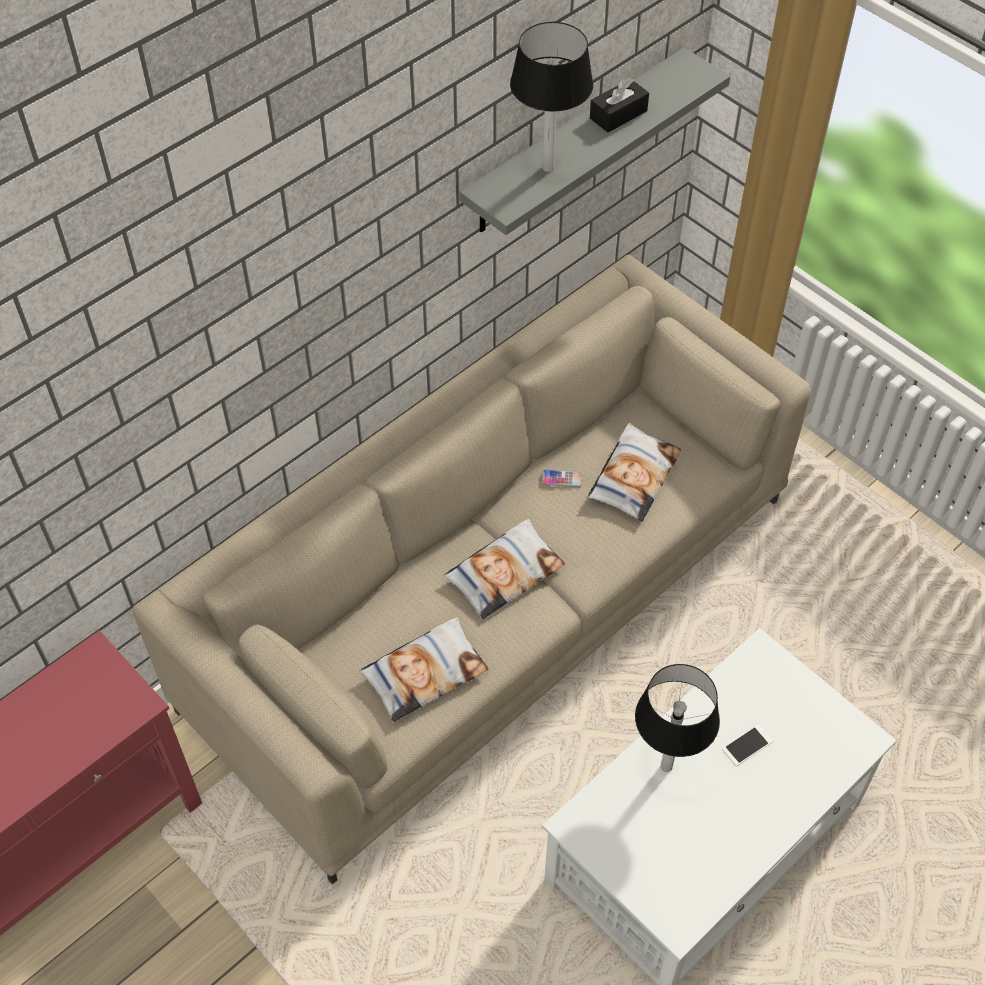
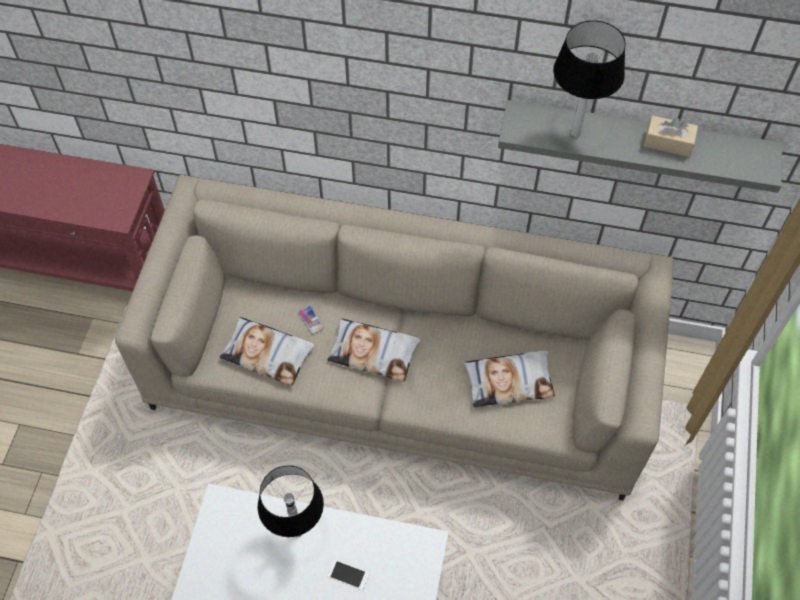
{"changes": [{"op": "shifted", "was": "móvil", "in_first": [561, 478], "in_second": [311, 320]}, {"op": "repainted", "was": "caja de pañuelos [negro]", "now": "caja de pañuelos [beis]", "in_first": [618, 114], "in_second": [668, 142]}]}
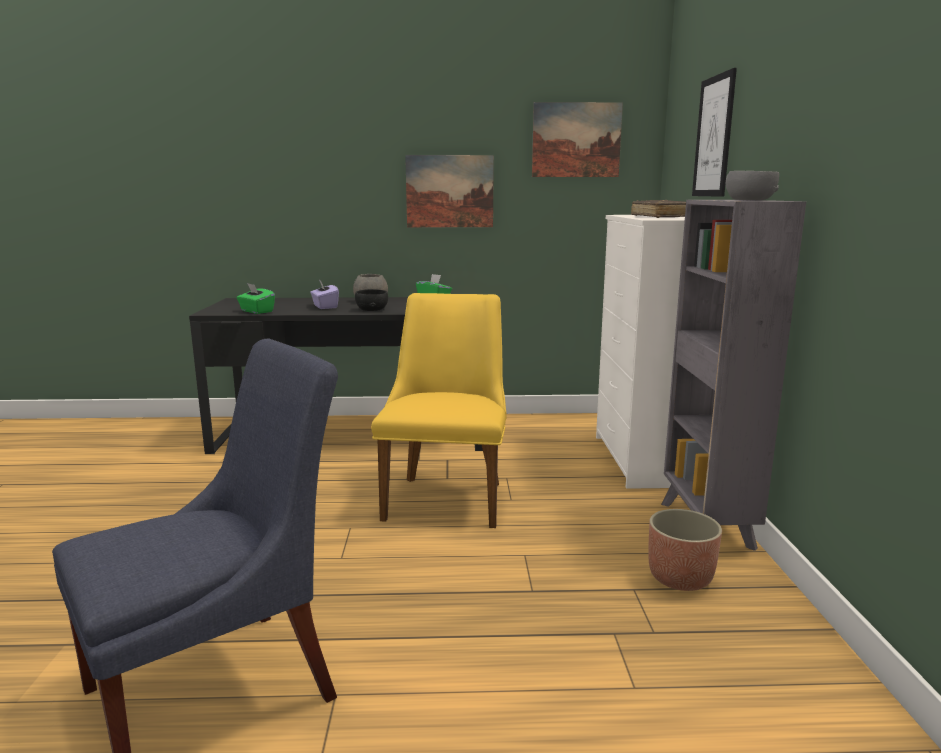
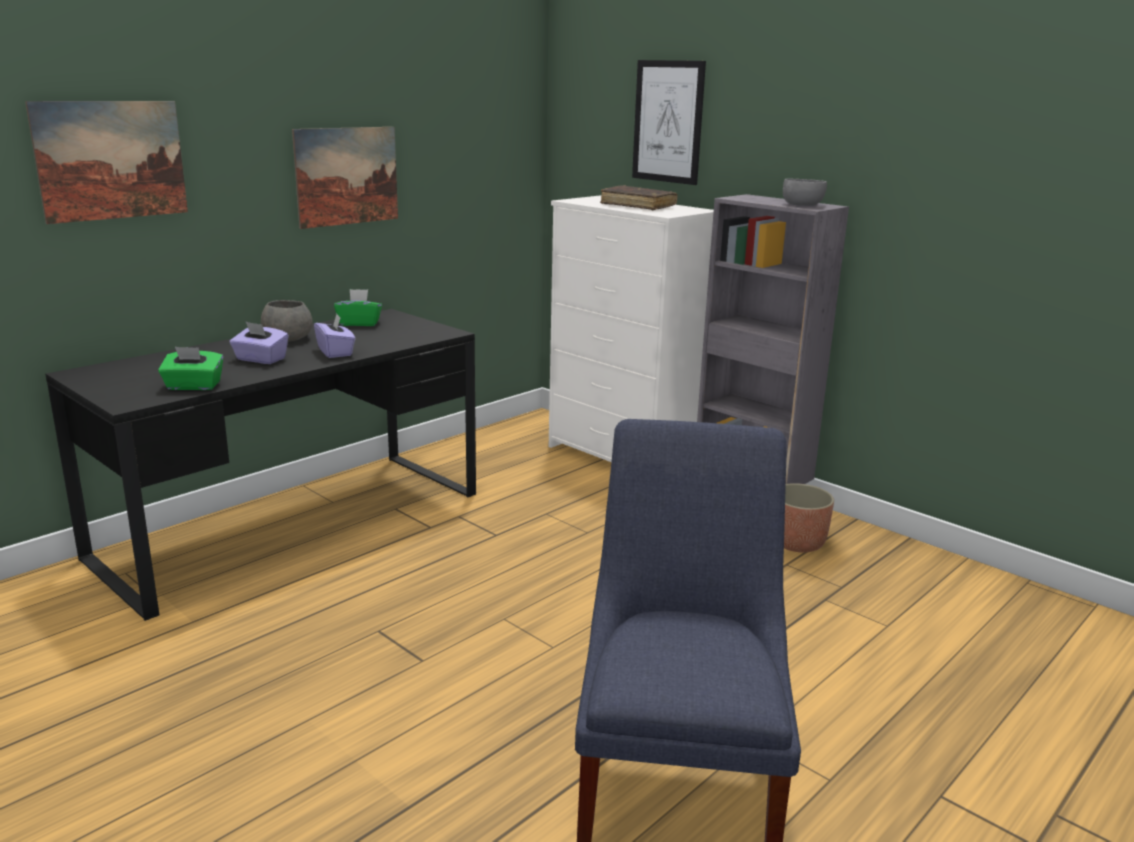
{"changes": [{"op": "swapped", "was": "cuenco [negro]", "now": "caja de pañuelos [morado]", "in_first": [371, 309], "in_second": [336, 352]}, {"op": "gone", "was": "silla [amarillo]", "in_first": [448, 495]}, {"op": "shifted", "was": "cuadro", "in_first": [576, 140], "in_second": [111, 160]}]}
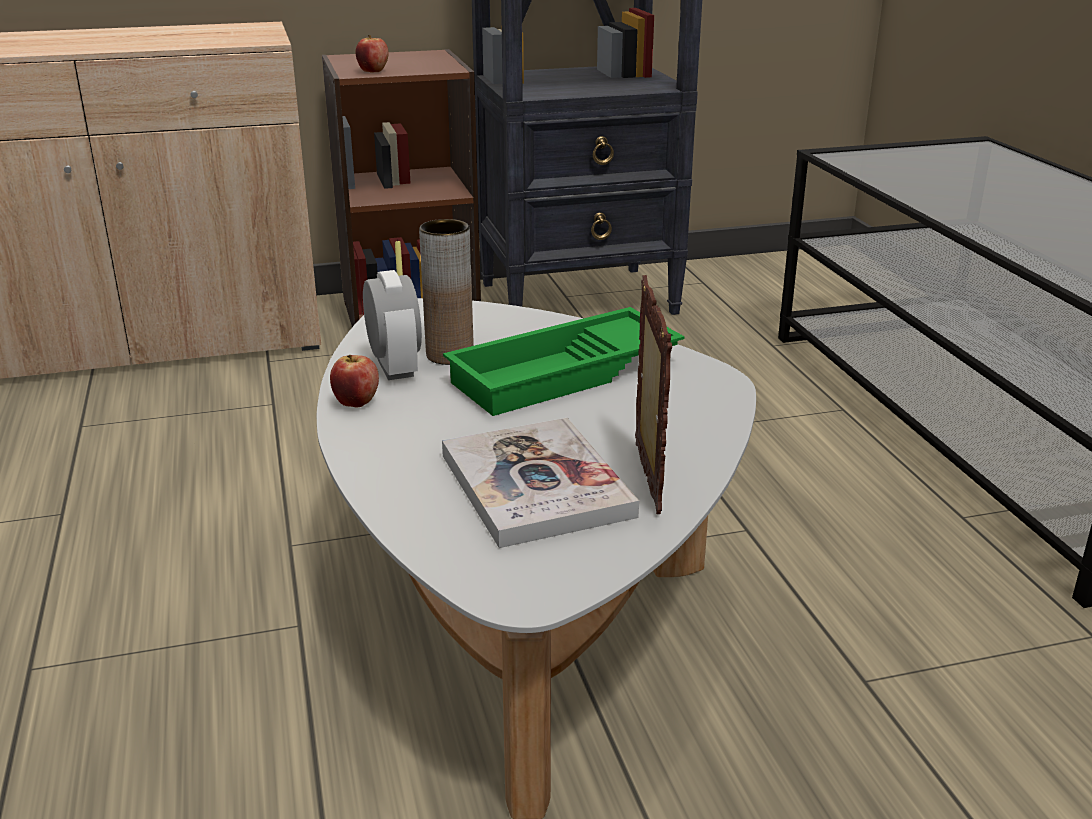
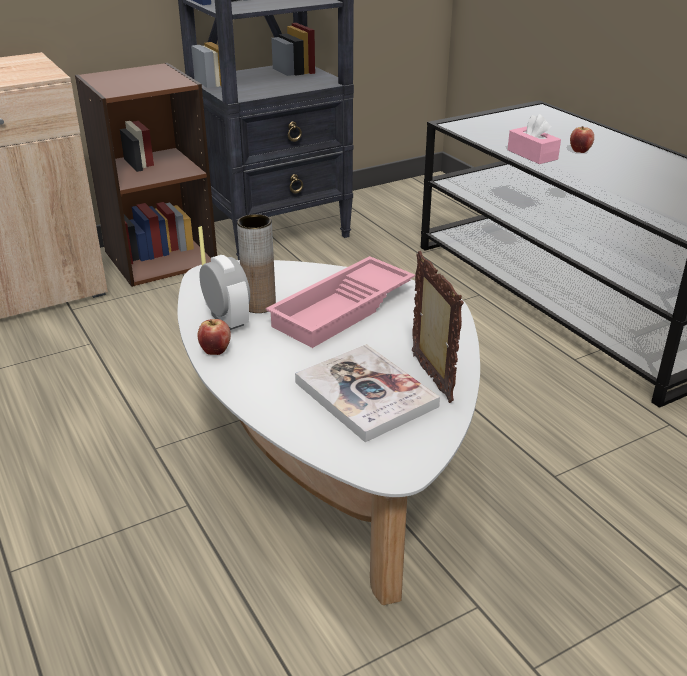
{"changes": [{"op": "shifted", "was": "manzana", "in_first": [373, 71], "in_second": [580, 151]}, {"op": "repainted", "was": "bandeja [verde]", "now": "bandeja [rosa]", "in_first": [565, 375], "in_second": [343, 310]}, {"op": "new", "now": "caja de pañuelos [rosa]", "in_second": [532, 154]}]}
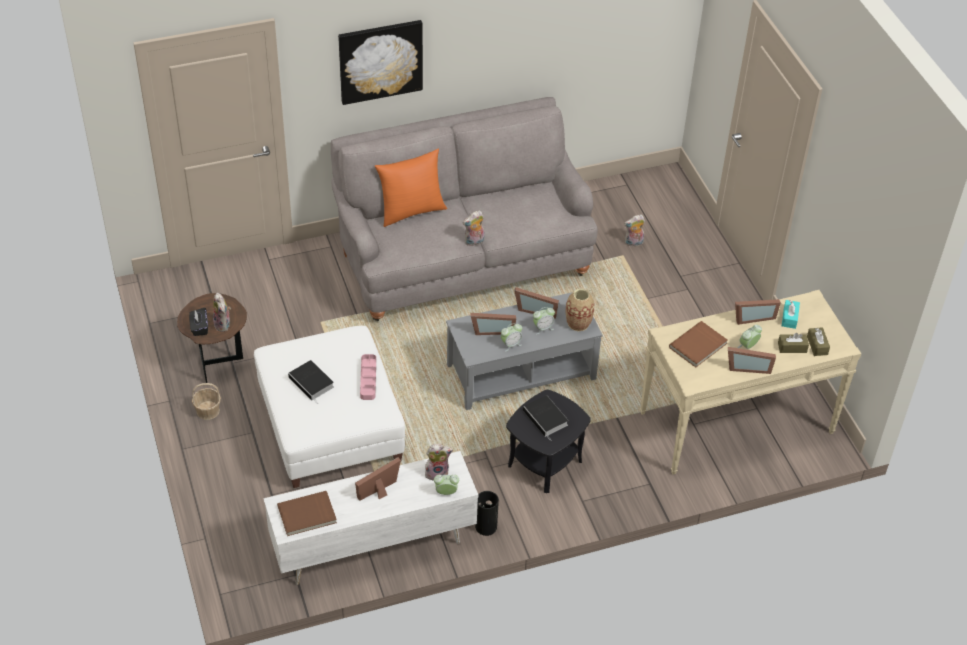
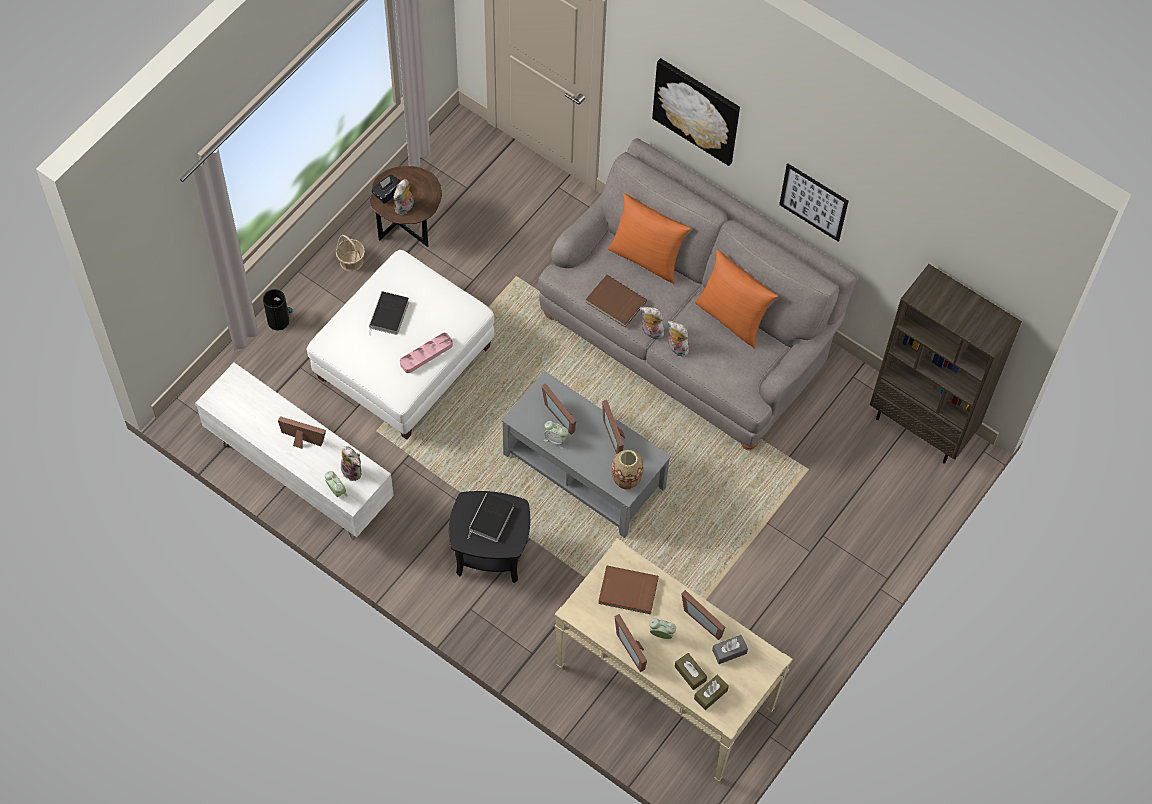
{"changes": [{"op": "shifted", "was": "libro [marrón]", "in_first": [307, 515], "in_second": [615, 302]}, {"op": "shifted", "was": "florero", "in_first": [485, 526], "in_second": [278, 320]}, {"op": "gone", "was": "despertador", "in_first": [543, 328]}, {"op": "shifted", "was": "peluche", "in_first": [633, 243], "in_second": [676, 348]}, {"op": "repainted", "was": "caja de pañuelos [turquesa]", "now": "caja de pañuelos [gris]", "in_first": [789, 318], "in_second": [729, 652]}, {"op": "new", "now": "cojín [naranja]", "in_second": [732, 317]}, {"op": "new", "now": "cuadro", "in_second": [813, 202]}, {"op": "new", "now": "estantería [marrón]", "in_second": [922, 426]}]}
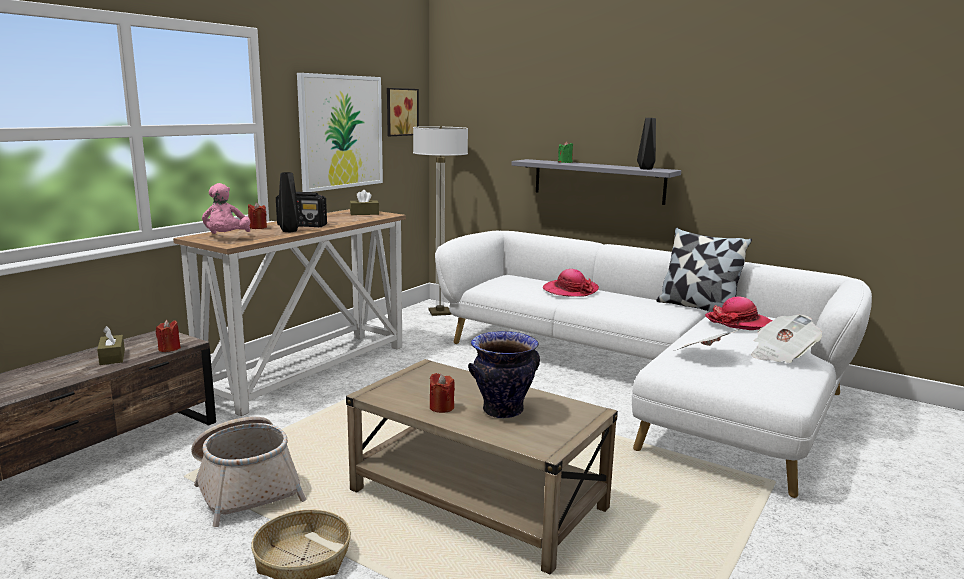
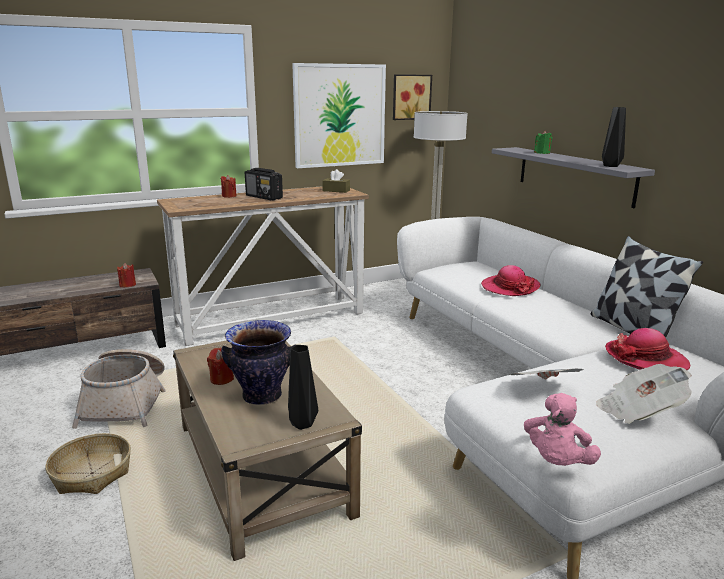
{"changes": [{"op": "gone", "was": "caja de pañuelos [marrón]", "in_first": [112, 357]}, {"op": "shifted", "was": "peluche [rosa]", "in_first": [227, 238], "in_second": [556, 462]}, {"op": "shifted", "was": "florero [negro]", "in_first": [289, 231], "in_second": [302, 423]}]}
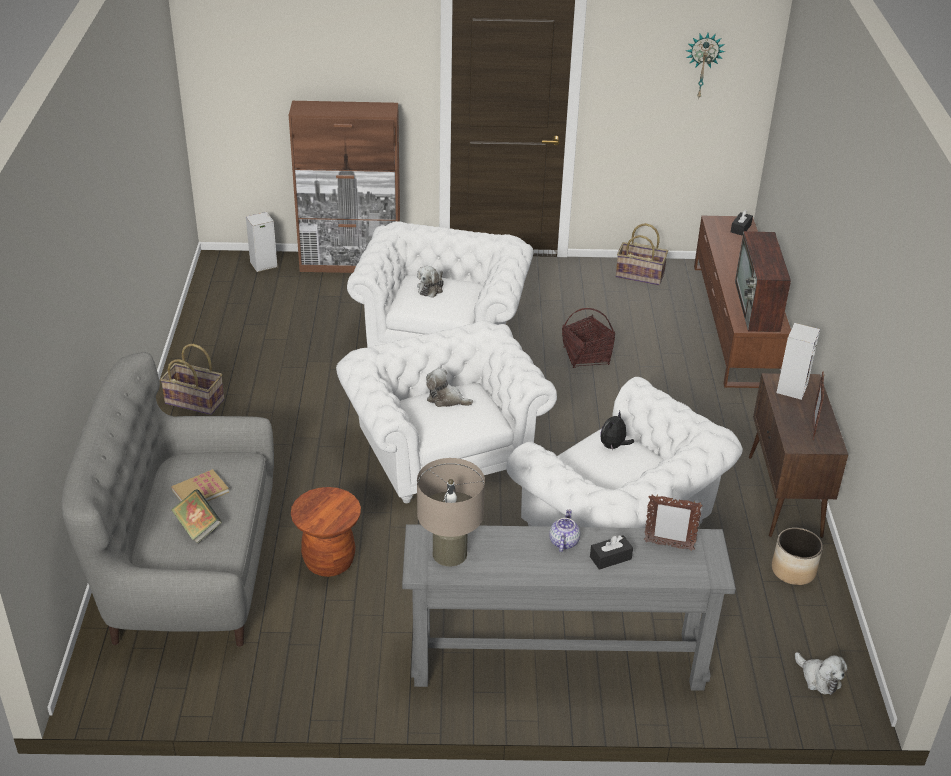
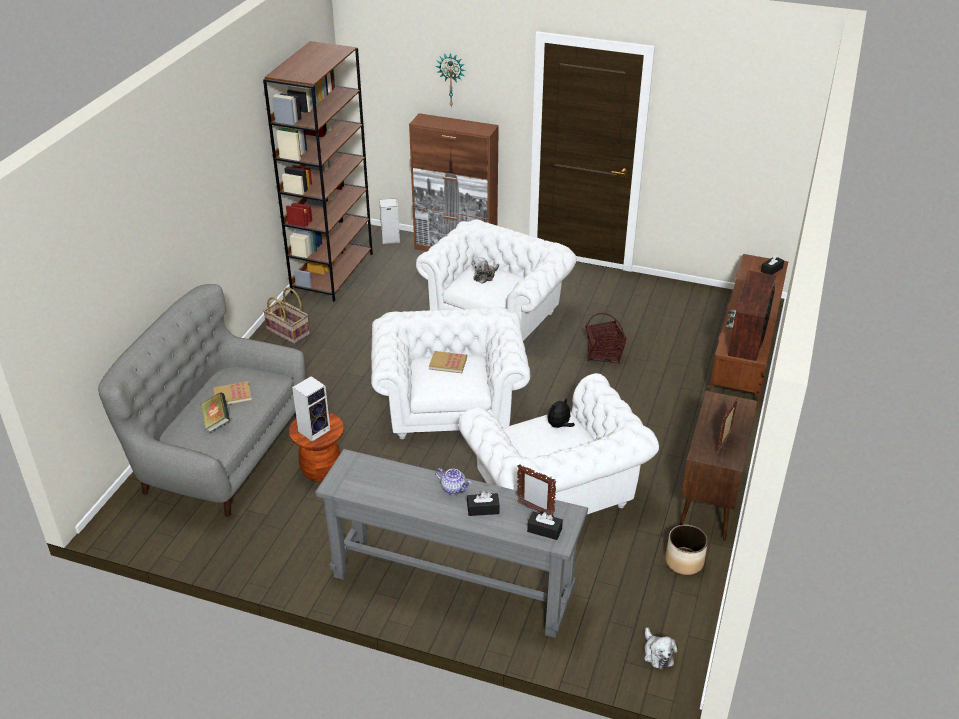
{"changes": [{"op": "gone", "was": "lámpara de mesa [beis]", "in_first": [449, 554]}, {"op": "swapped", "was": "peluche", "now": "libro", "in_first": [446, 399], "in_second": [448, 363]}, {"op": "rotated", "was": "tetera", "in_first": [563, 542], "in_second": [453, 488], "clockwise": 90}, {"op": "gone", "was": "cesta", "in_first": [640, 275]}, {"op": "shifted", "was": "reloj de pared", "in_first": [702, 64], "in_second": [451, 79]}, {"op": "shifted", "was": "altavoz", "in_first": [791, 387], "in_second": [314, 430]}, {"op": "new", "now": "estantería [marrón]", "in_second": [332, 272]}, {"op": "new", "now": "caja de pañuelos [negro]", "in_second": [544, 530]}]}
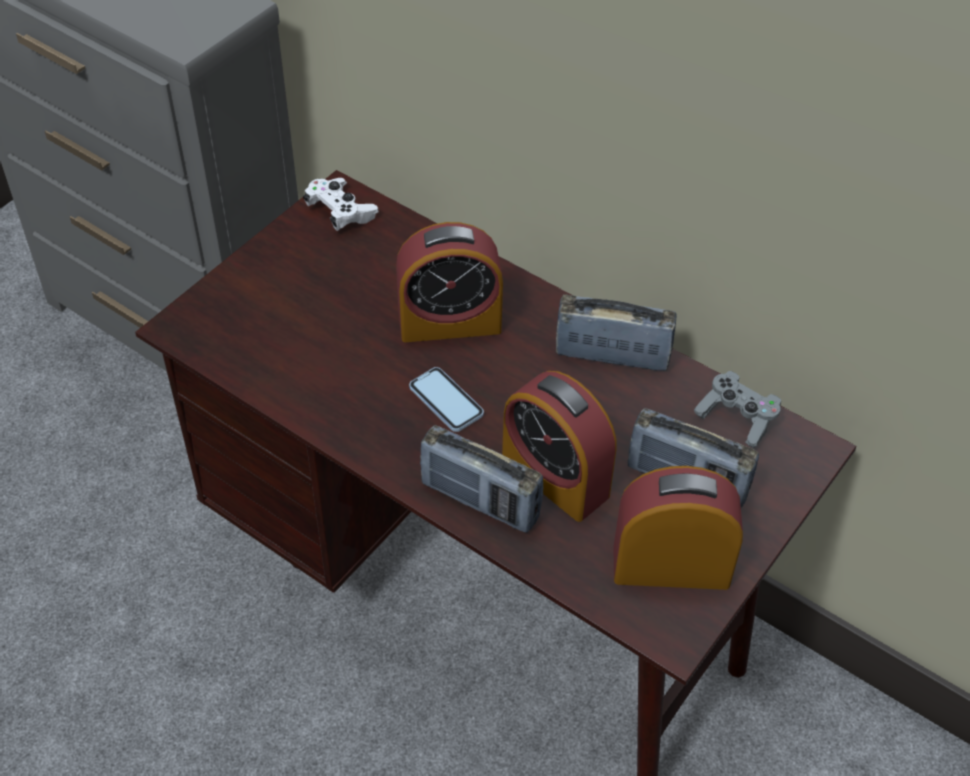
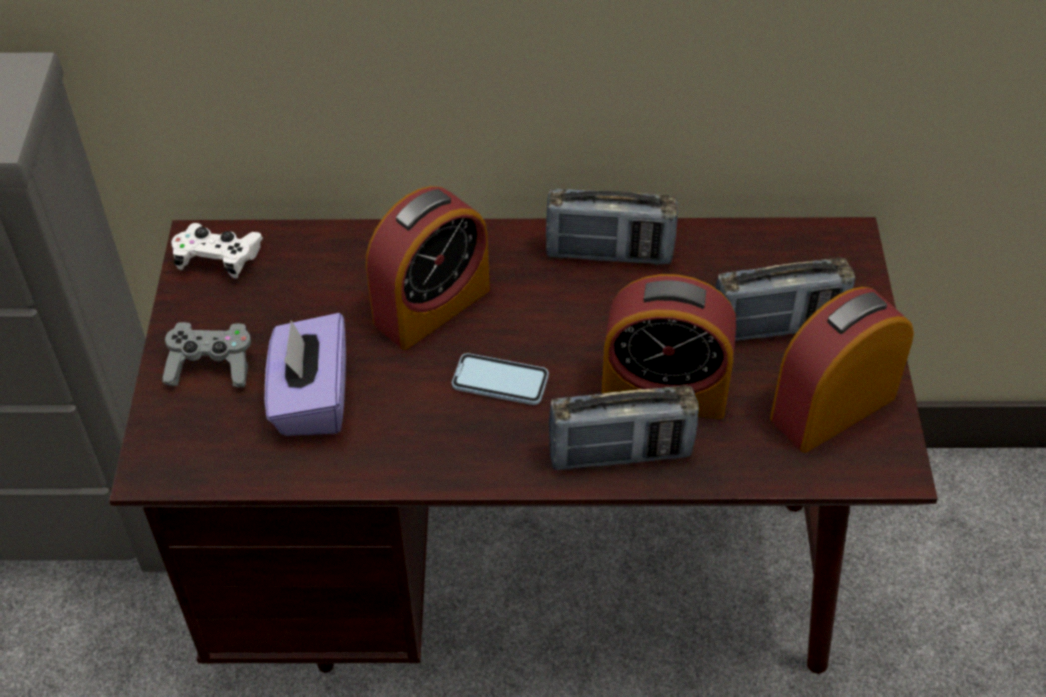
{"changes": [{"op": "rotated", "was": "radio", "in_first": [612, 356], "in_second": [609, 253], "clockwise": -150}, {"op": "shifted", "was": "mando de consola [gris]", "in_first": [737, 418], "in_second": [211, 366]}, {"op": "new", "now": "caja de pañuelos [morado]", "in_second": [311, 399]}]}
